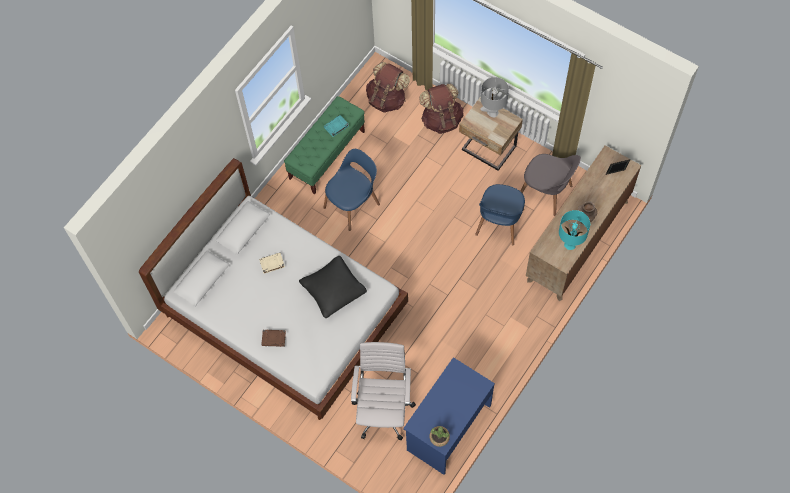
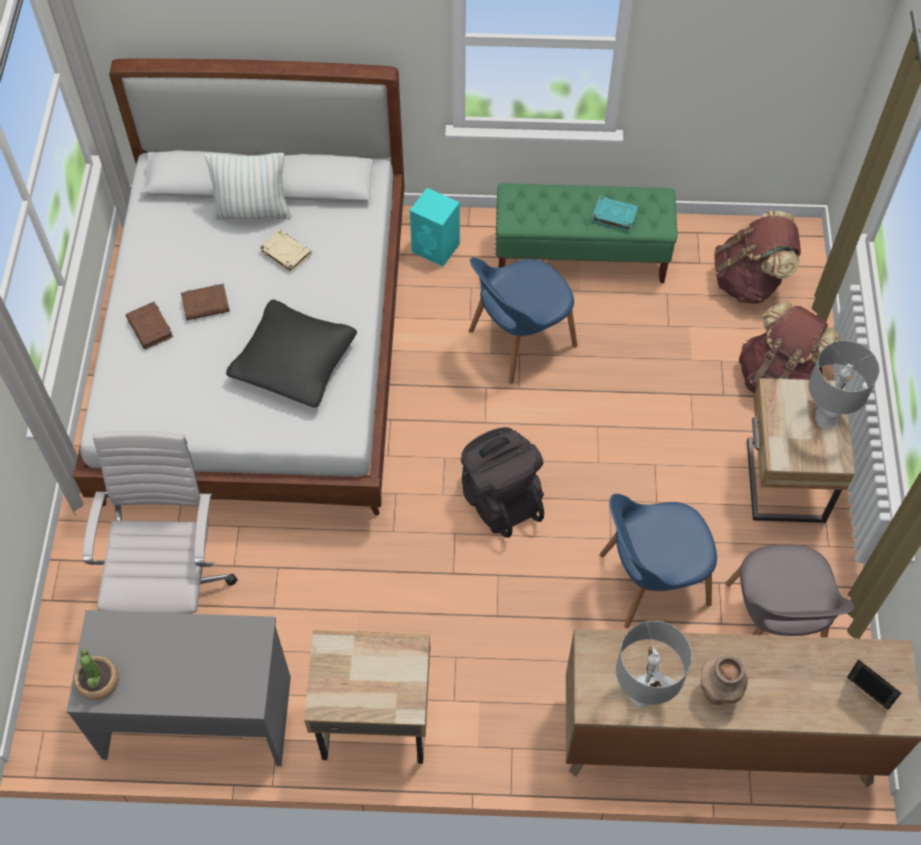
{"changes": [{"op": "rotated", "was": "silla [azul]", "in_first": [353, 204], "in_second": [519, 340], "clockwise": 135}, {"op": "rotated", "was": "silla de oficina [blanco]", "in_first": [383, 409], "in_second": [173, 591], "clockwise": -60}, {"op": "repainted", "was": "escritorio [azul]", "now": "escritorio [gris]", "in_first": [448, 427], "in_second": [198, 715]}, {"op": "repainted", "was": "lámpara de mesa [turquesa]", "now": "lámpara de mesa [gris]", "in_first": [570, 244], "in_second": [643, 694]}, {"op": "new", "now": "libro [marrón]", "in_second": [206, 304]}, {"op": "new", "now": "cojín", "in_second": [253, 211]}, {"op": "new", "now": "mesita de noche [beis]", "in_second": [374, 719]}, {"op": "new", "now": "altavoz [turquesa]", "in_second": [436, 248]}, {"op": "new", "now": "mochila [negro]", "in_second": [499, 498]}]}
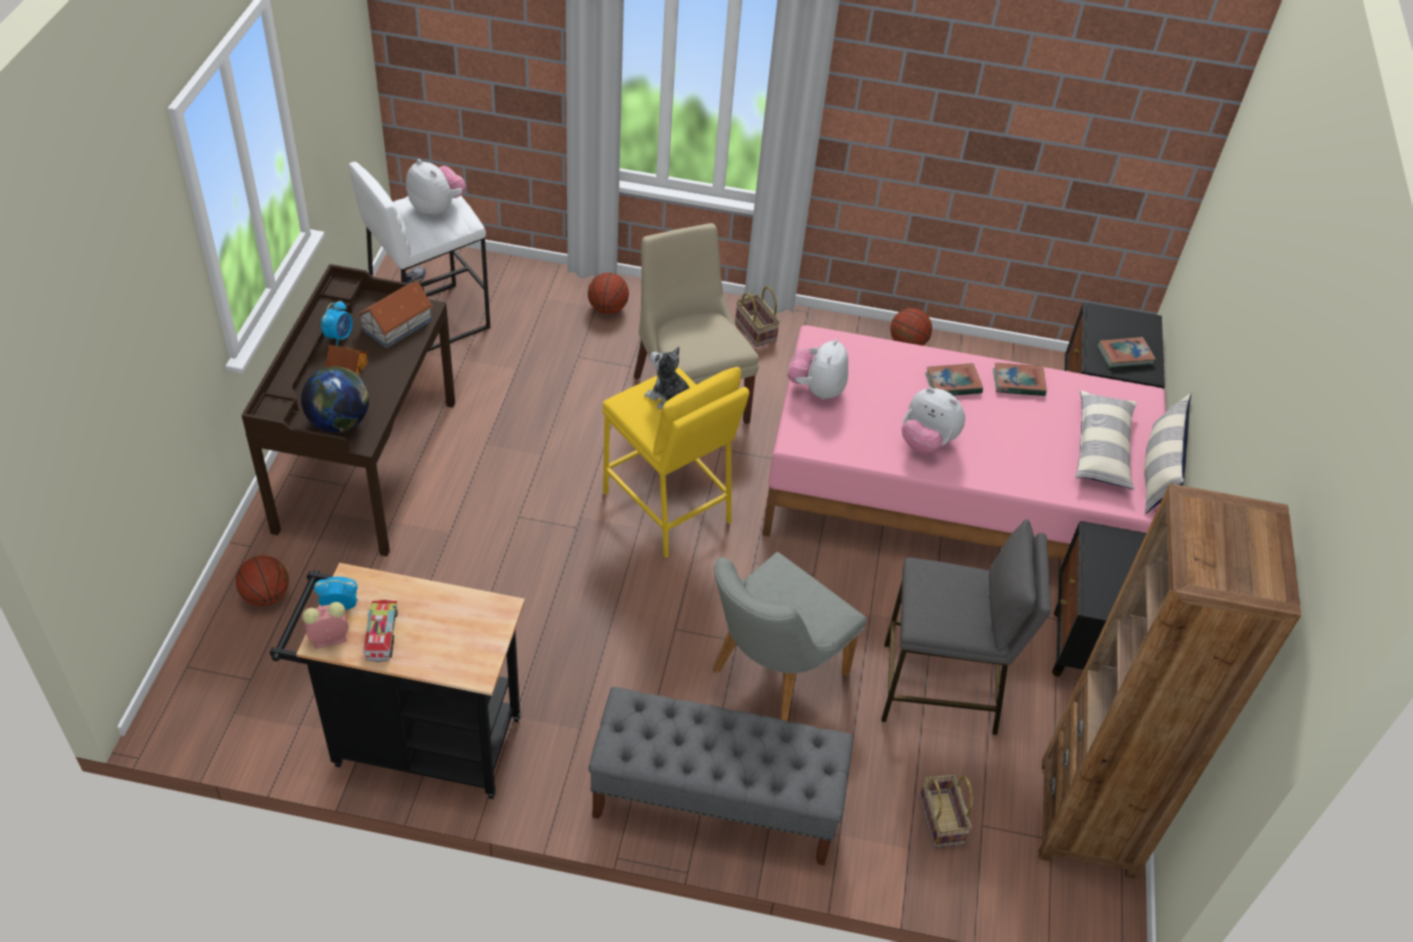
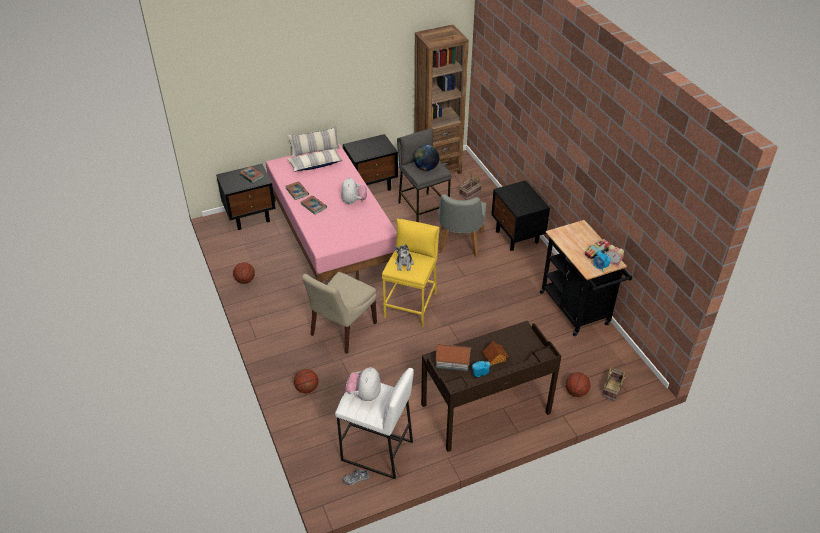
{"changes": [{"op": "shifted", "was": "globo terráqueo", "in_first": [339, 422], "in_second": [426, 168]}, {"op": "swapped", "was": "banco [gris]", "now": "mesita de noche [negro]", "in_first": [714, 803], "in_second": [517, 237]}, {"op": "rotated", "was": "silla [gris]", "in_first": [769, 677], "in_second": [459, 246], "clockwise": 90}, {"op": "shifted", "was": "cesta", "in_first": [754, 330], "in_second": [612, 390]}, {"op": "gone", "was": "peluche", "in_first": [816, 389]}]}
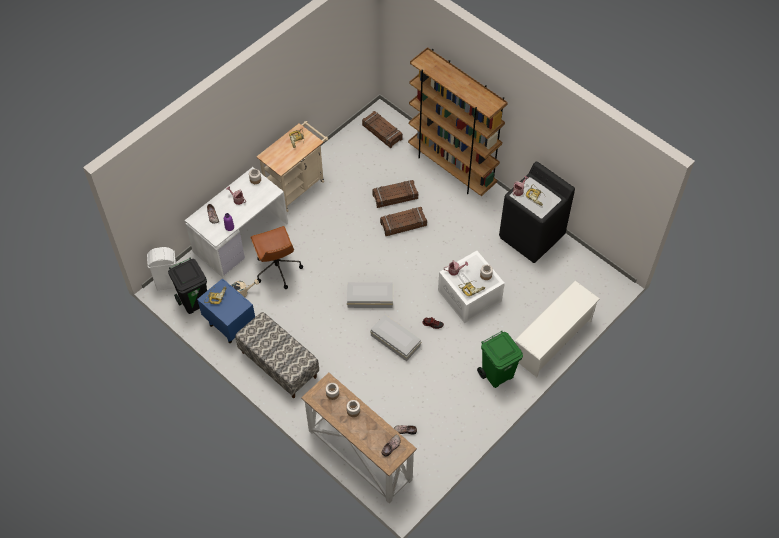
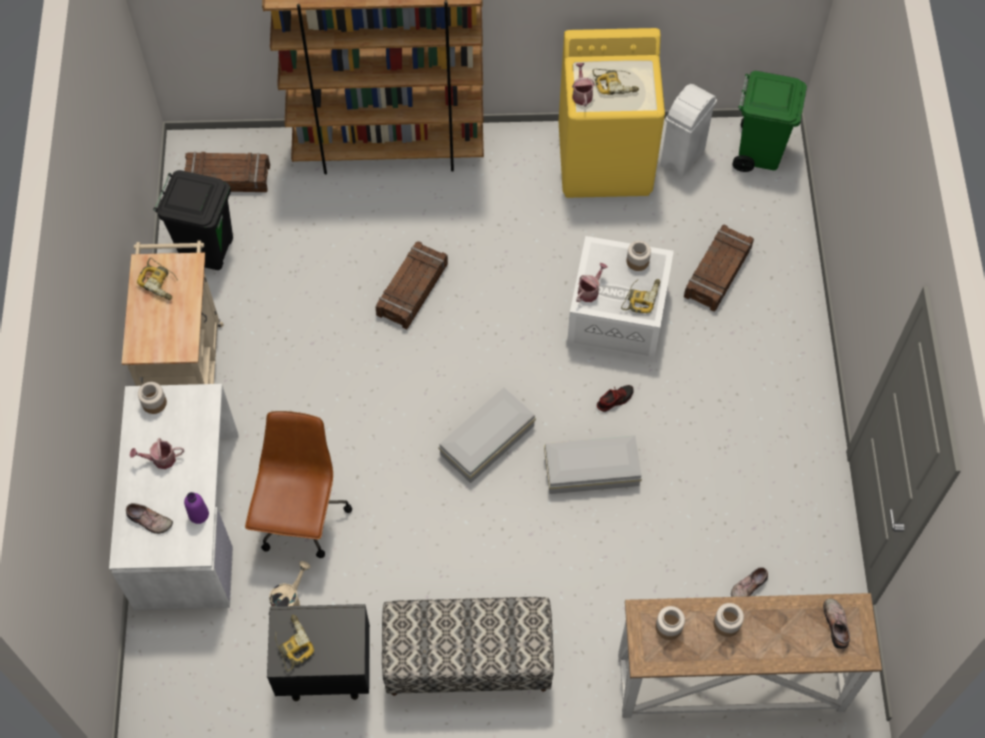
{"changes": [{"op": "shifted", "was": "papelera [blanco]", "in_first": [168, 282], "in_second": [681, 158]}, {"op": "shifted", "was": "papelera [negro]", "in_first": [194, 301], "in_second": [207, 250]}, {"op": "repainted", "was": "mesita de noche [azul]", "now": "mesita de noche [negro]", "in_first": [229, 324], "in_second": [324, 670]}, {"op": "rotated", "was": "silla de oficina [marrón]", "in_first": [277, 269], "in_second": [301, 518], "clockwise": -105}, {"op": "shifted", "was": "caja de embalaje", "in_first": [395, 197], "in_second": [718, 273]}, {"op": "shifted", "was": "papelera [verde]", "in_first": [497, 374], "in_second": [758, 151]}, {"op": "repainted", "was": "lavadora [negro]", "now": "lavadora [amarillo]", "in_first": [531, 236], "in_second": [605, 160]}, {"op": "gone", "was": "zapatero [blanco]", "in_first": [552, 340]}]}
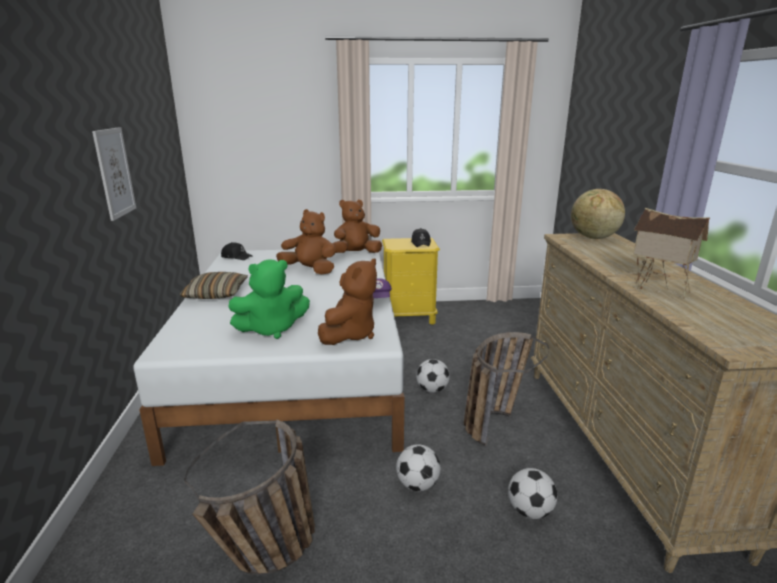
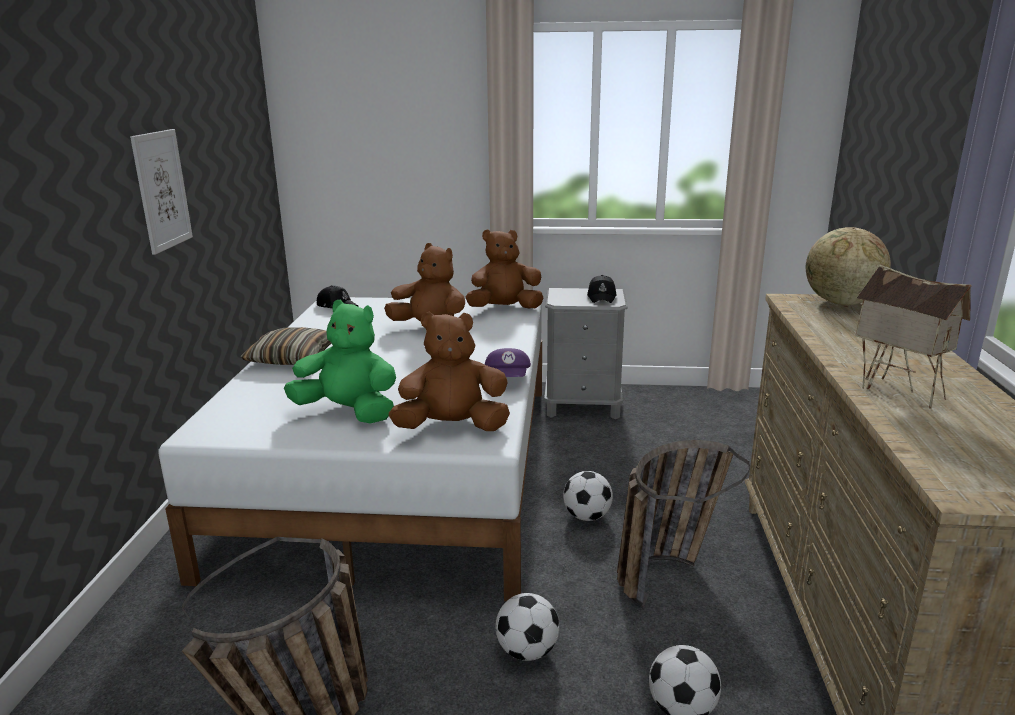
{"changes": [{"op": "rotated", "was": "peluche [verde]", "in_first": [272, 329], "in_second": [348, 412], "clockwise": -150}, {"op": "rotated", "was": "peluche [marrón]", "in_first": [350, 334], "in_second": [452, 427], "clockwise": -135}, {"op": "repainted", "was": "mesita de noche [amarillo]", "now": "mesita de noche [gris]", "in_first": [409, 317], "in_second": [583, 406]}]}
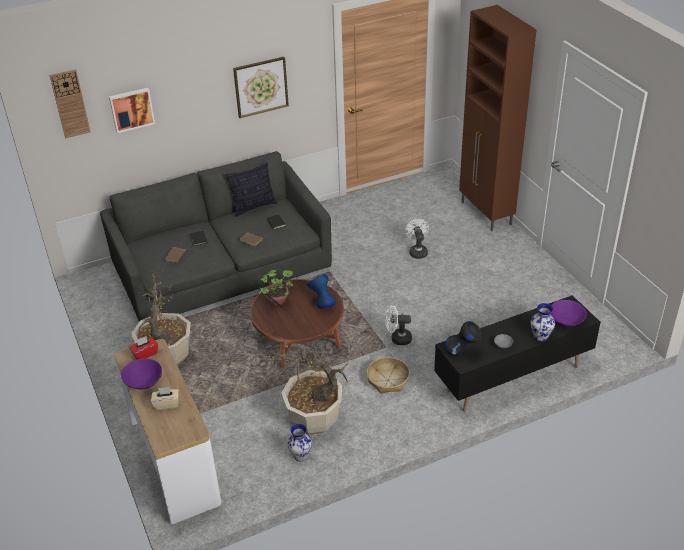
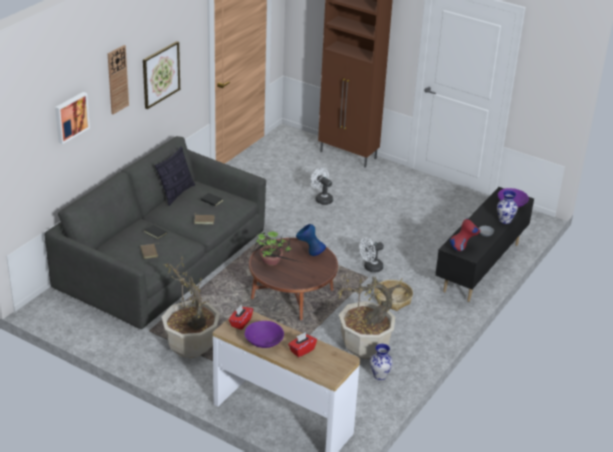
{"changes": [{"op": "shifted", "was": "reloj de pared", "in_first": [70, 104], "in_second": [117, 79]}, {"op": "repainted", "was": "caja de pañuelos [beis]", "now": "caja de pañuelos [rojo]", "in_first": [166, 404], "in_second": [302, 350]}, {"op": "repainted", "was": "florero [negro]", "now": "florero [rojo]", "in_first": [462, 352], "in_second": [463, 248]}]}
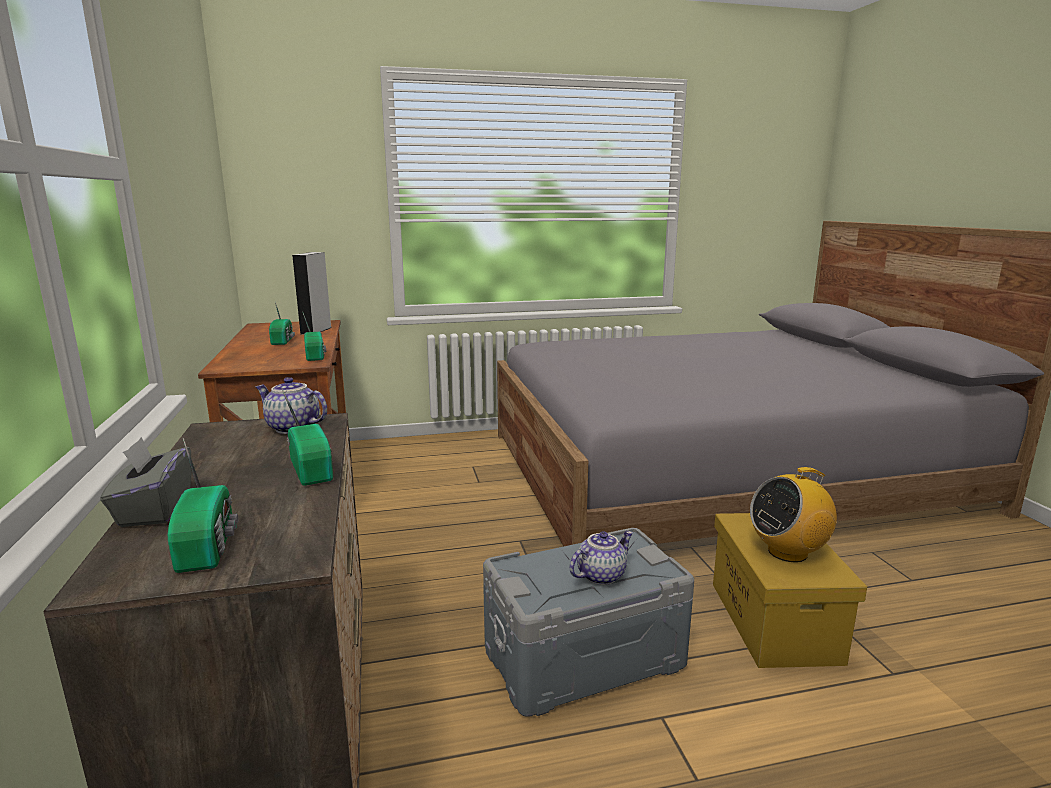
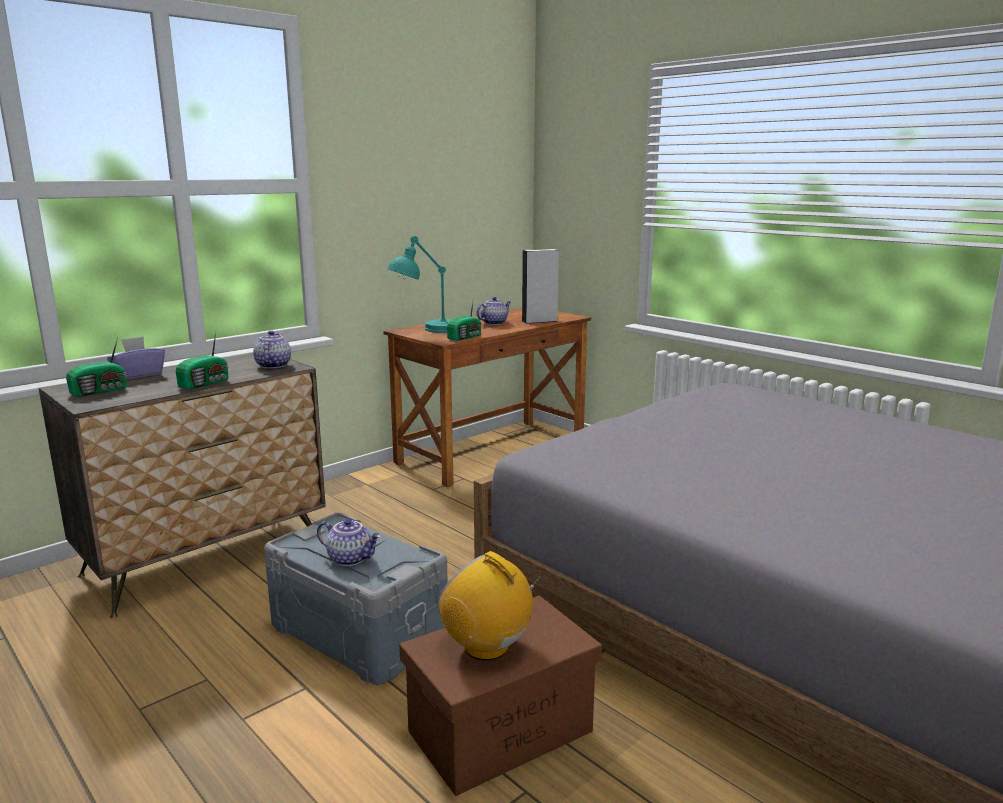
{"changes": [{"op": "repainted", "was": "caja de pañuelos [gris]", "now": "caja de pañuelos [morado]", "in_first": [154, 509], "in_second": [138, 375]}, {"op": "swapped", "was": "radio", "now": "tetera", "in_first": [283, 341], "in_second": [494, 323]}, {"op": "repainted", "was": "caja de almacenaje [amarillo]", "now": "caja de almacenaje [marrón]", "in_first": [775, 622], "in_second": [499, 732]}, {"op": "new", "now": "lámpara de mesa [turquesa]", "in_second": [427, 330]}]}
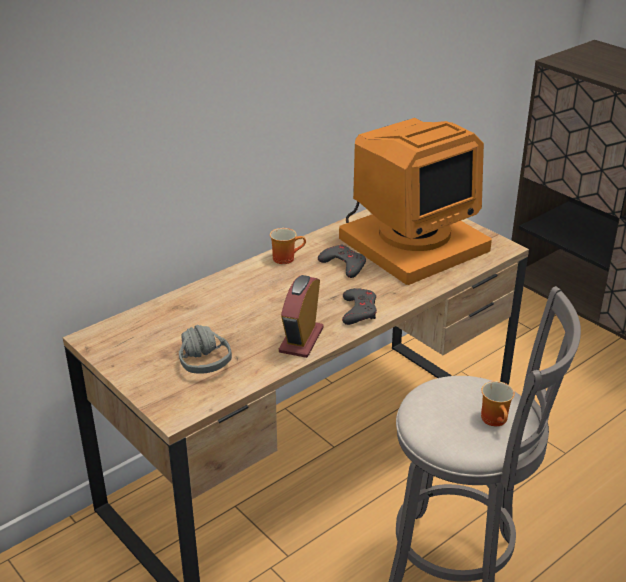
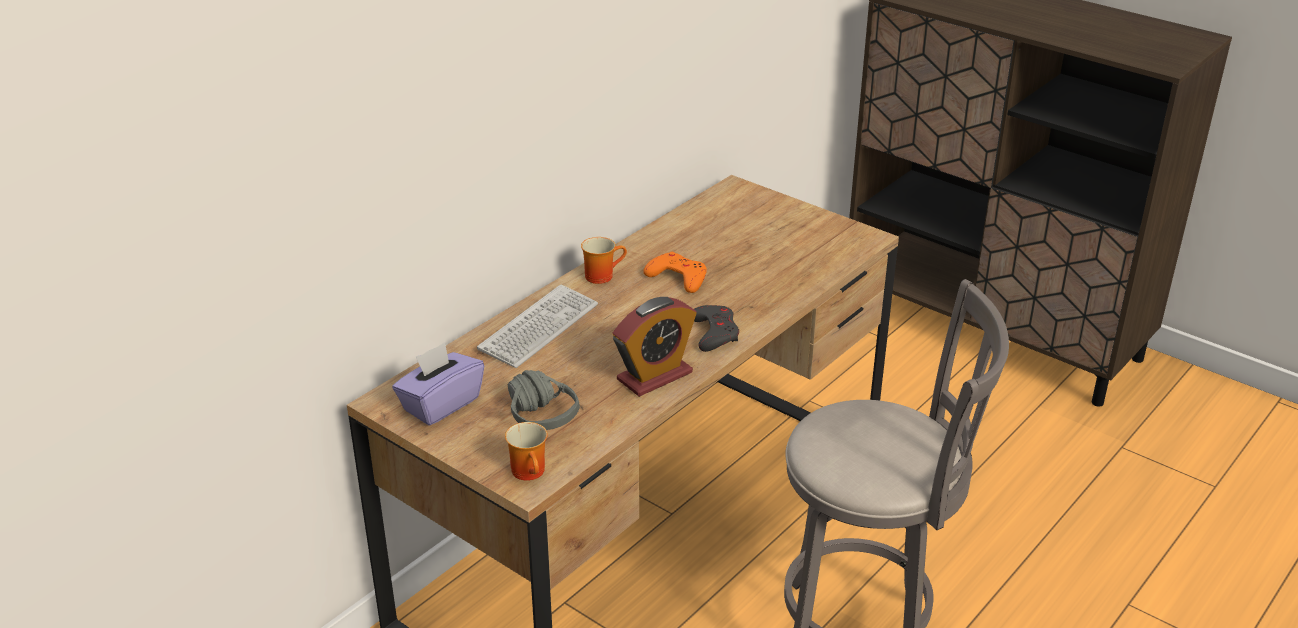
{"changes": [{"op": "rotated", "was": "despertador", "in_first": [301, 340], "in_second": [654, 376], "clockwise": -135}, {"op": "repainted", "was": "mando de consola [gris]", "now": "mando de consola [naranja]", "in_first": [343, 265], "in_second": [677, 277]}, {"op": "gone", "was": "monitor", "in_first": [412, 242]}, {"op": "shifted", "was": "taza grande", "in_first": [497, 420], "in_second": [531, 472]}, {"op": "new", "now": "caja de pañuelos [morado]", "in_second": [440, 404]}, {"op": "new", "now": "teclado", "in_second": [539, 328]}]}
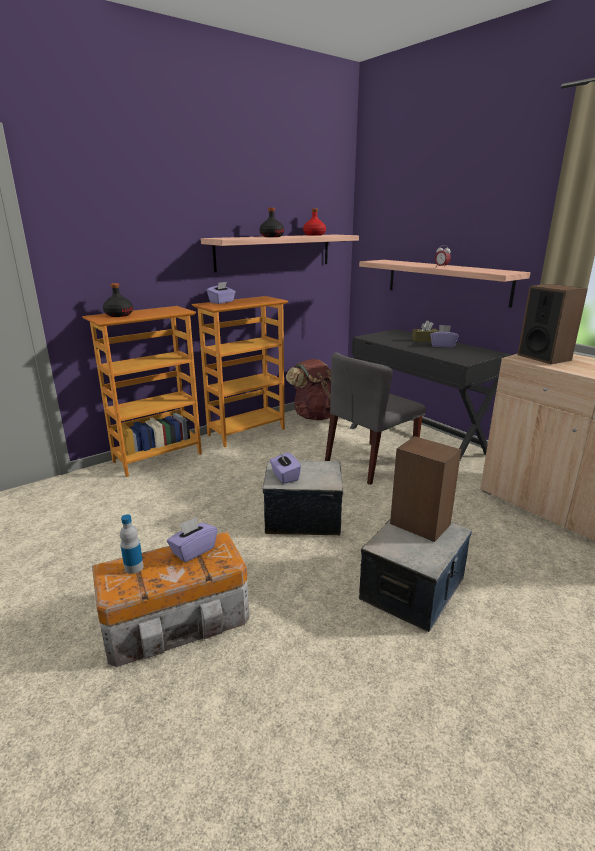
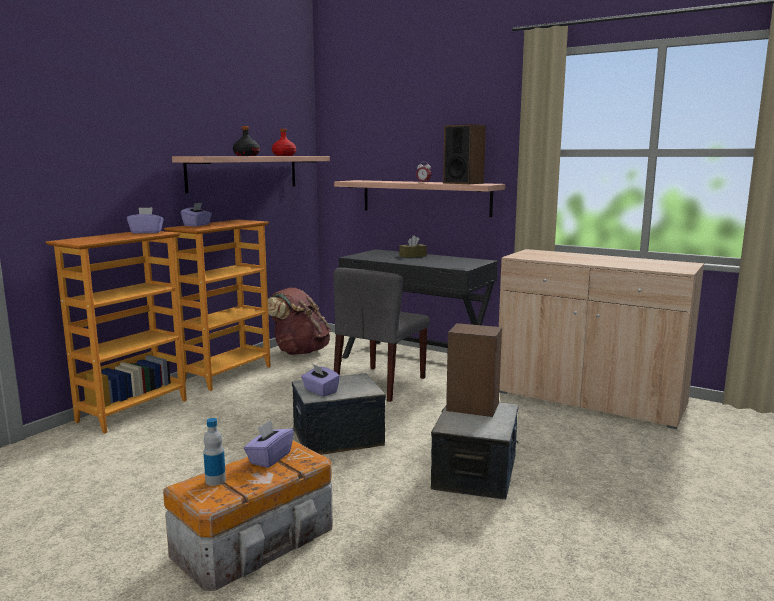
{"changes": [{"op": "gone", "was": "botella [negro]", "in_first": [118, 315]}, {"op": "shifted", "was": "caja de pañuelos [morado]", "in_first": [442, 345], "in_second": [146, 232]}, {"op": "shifted", "was": "altavoz", "in_first": [544, 357], "in_second": [463, 183]}]}
